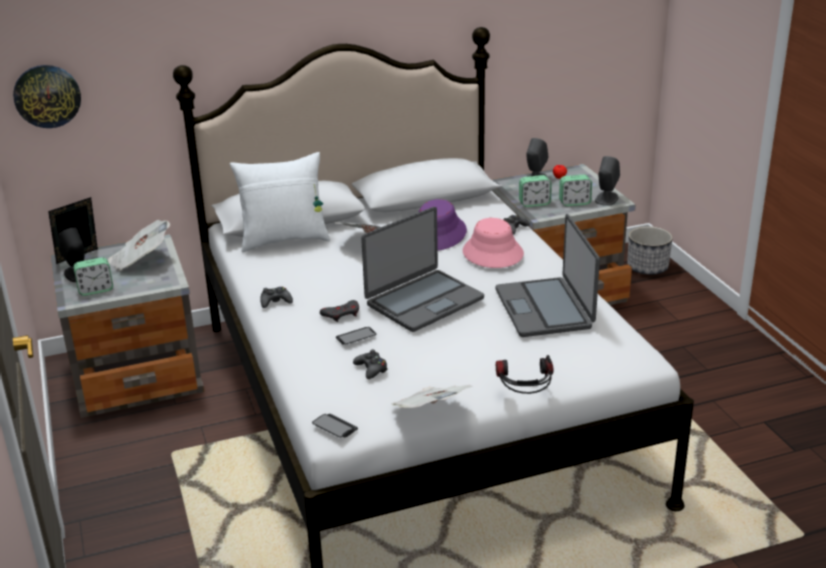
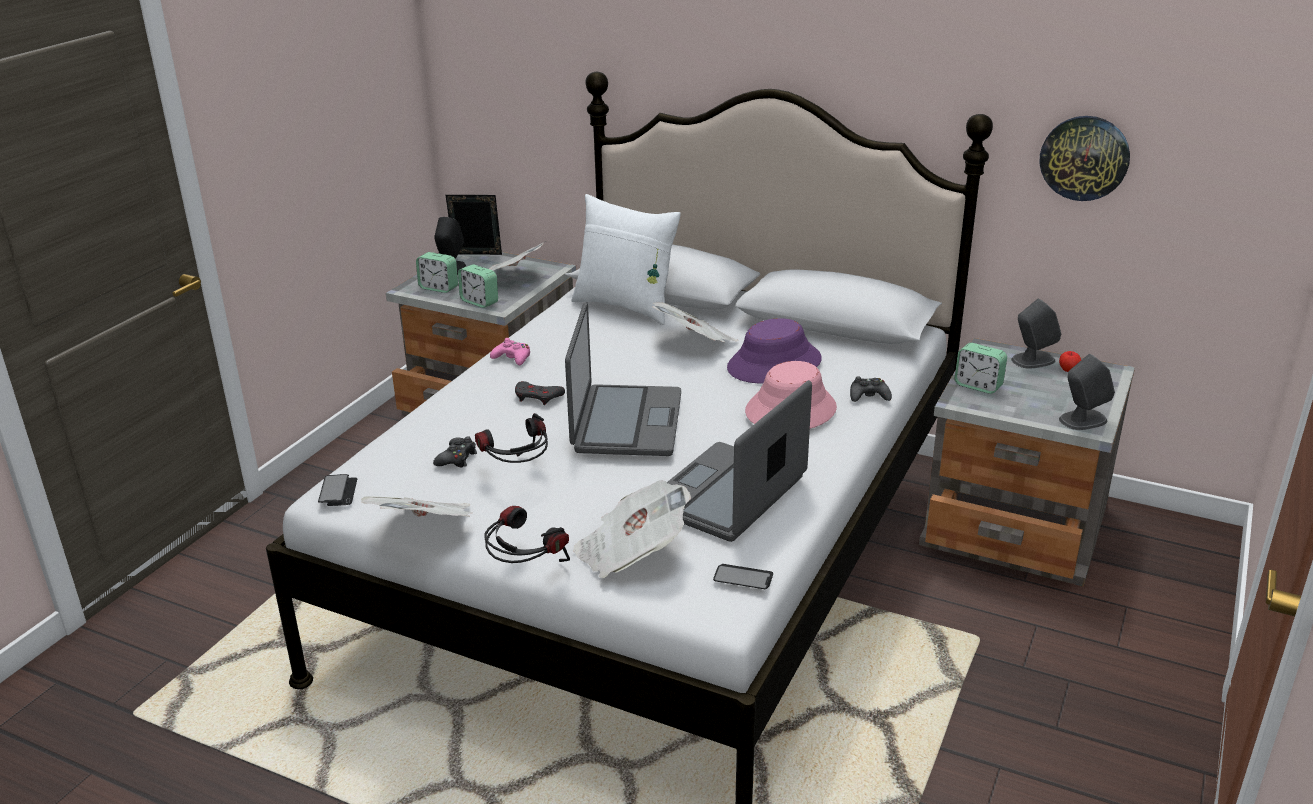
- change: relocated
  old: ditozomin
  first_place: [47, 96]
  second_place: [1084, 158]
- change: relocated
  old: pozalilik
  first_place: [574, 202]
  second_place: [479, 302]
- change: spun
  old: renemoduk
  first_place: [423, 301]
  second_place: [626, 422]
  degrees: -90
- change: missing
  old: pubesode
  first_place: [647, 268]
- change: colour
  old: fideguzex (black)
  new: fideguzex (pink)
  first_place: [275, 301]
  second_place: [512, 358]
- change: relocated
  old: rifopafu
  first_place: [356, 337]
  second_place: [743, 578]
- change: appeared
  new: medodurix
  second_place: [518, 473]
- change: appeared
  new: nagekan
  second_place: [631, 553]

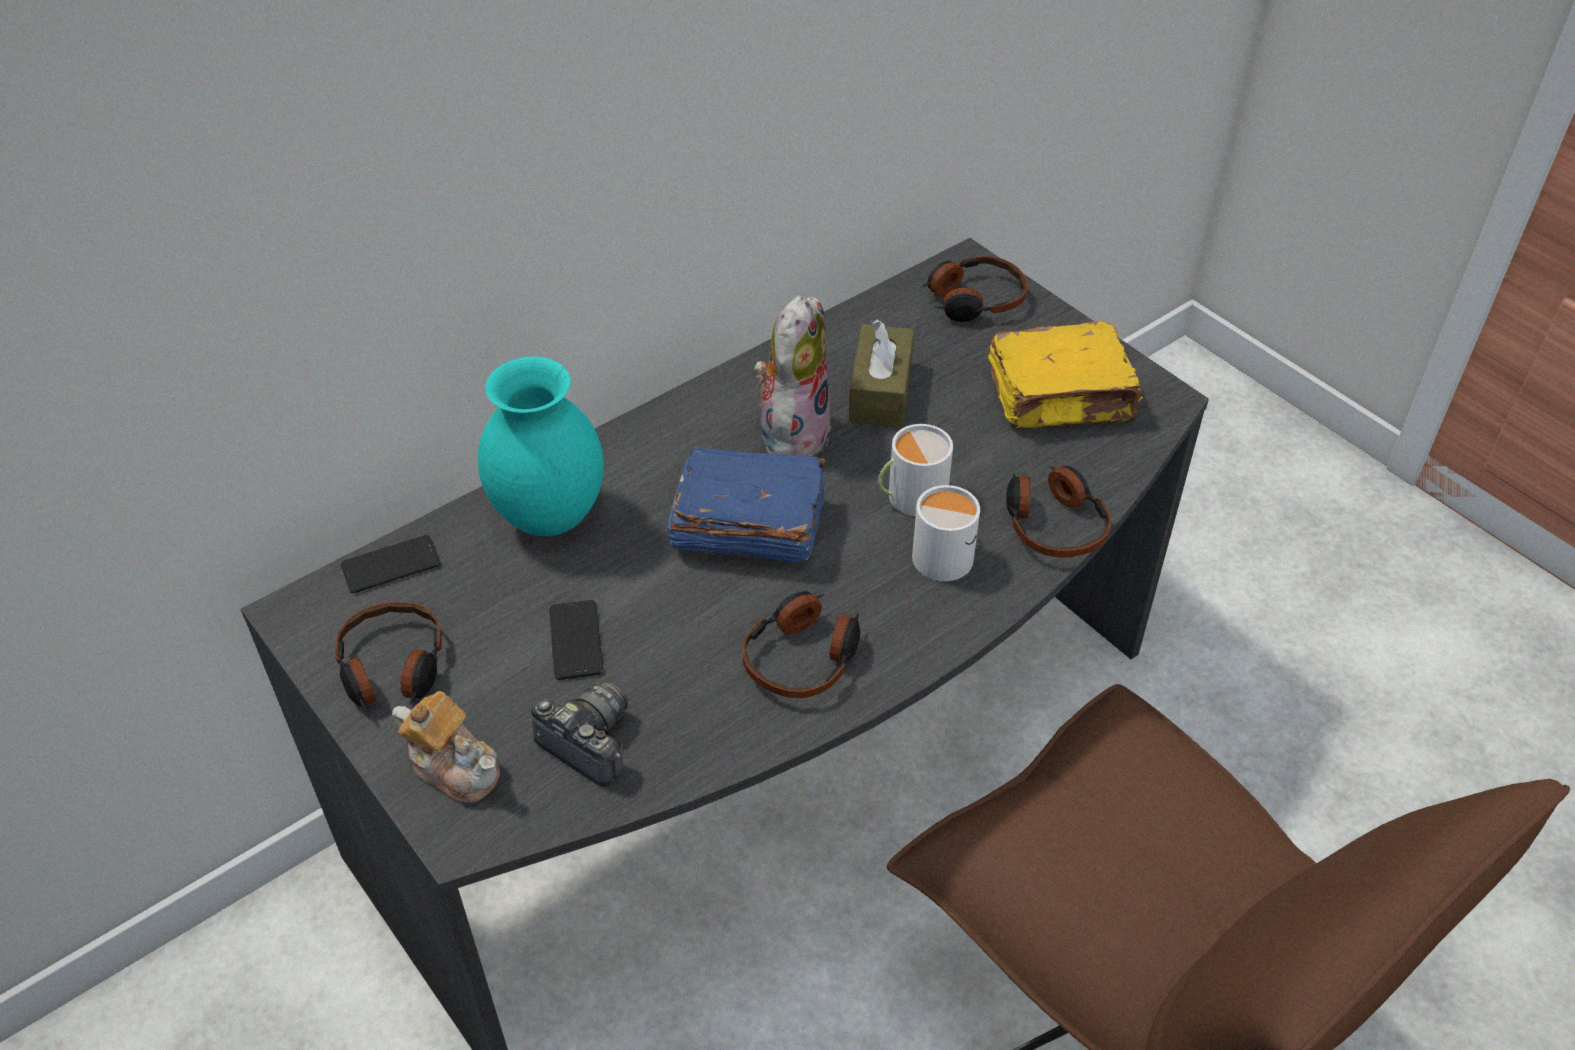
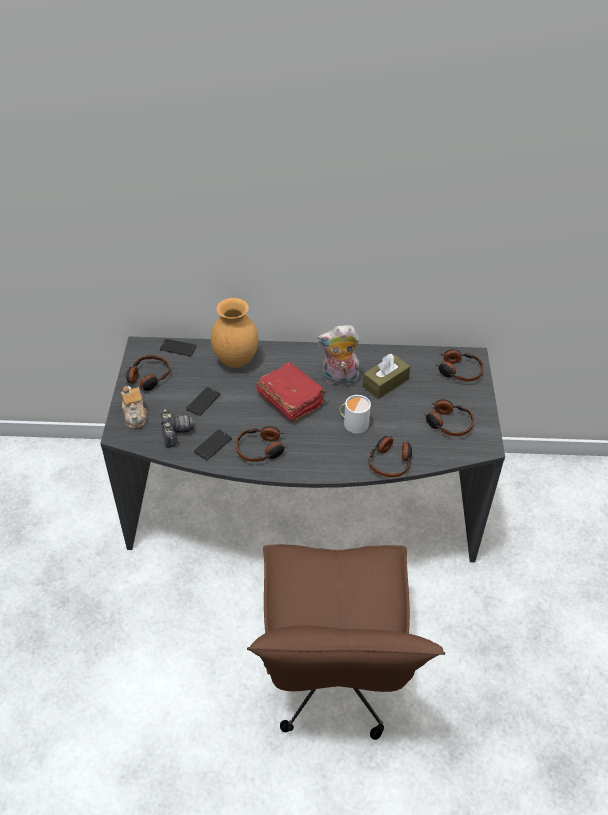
- change: spun
  old: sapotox
  first_place: [792, 433]
  second_place: [339, 379]
  degrees: -150
- change: exchanged
  old: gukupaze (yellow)
  new: medodurix
  first_place: [1062, 397]
  second_place: [448, 423]
- change: colour
  old: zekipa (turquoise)
  new: zekipa (brown)
  first_place: [549, 516]
  second_place: [236, 360]
- change: colour
  old: gukupaze (blue)
  new: gukupaze (red)
  first_place: [746, 525]
  second_place: [290, 399]
- change: missing
  old: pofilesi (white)
  first_place: [945, 553]
- change: appeared
  new: rifopafu
  second_place: [213, 445]

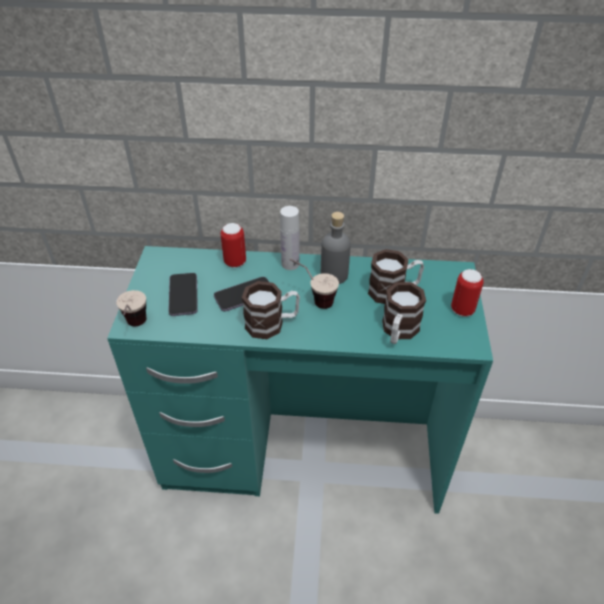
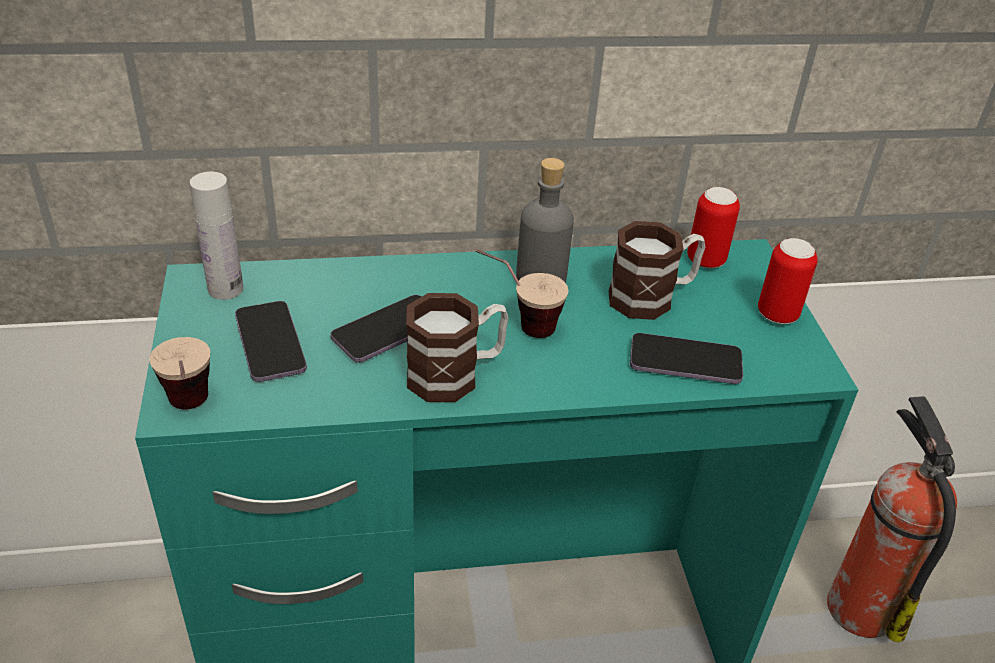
- change: relocated
  old: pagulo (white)
  first_place: [290, 264]
  second_place: [225, 289]
- change: relocated
  old: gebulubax
  first_place: [235, 262]
  second_place: [705, 260]
- change: exchanged
  old: pofilesi
  new: rifopafu
  first_place: [398, 331]
  second_place: [685, 362]
- change: appeared
  new: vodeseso
  second_place: [858, 605]

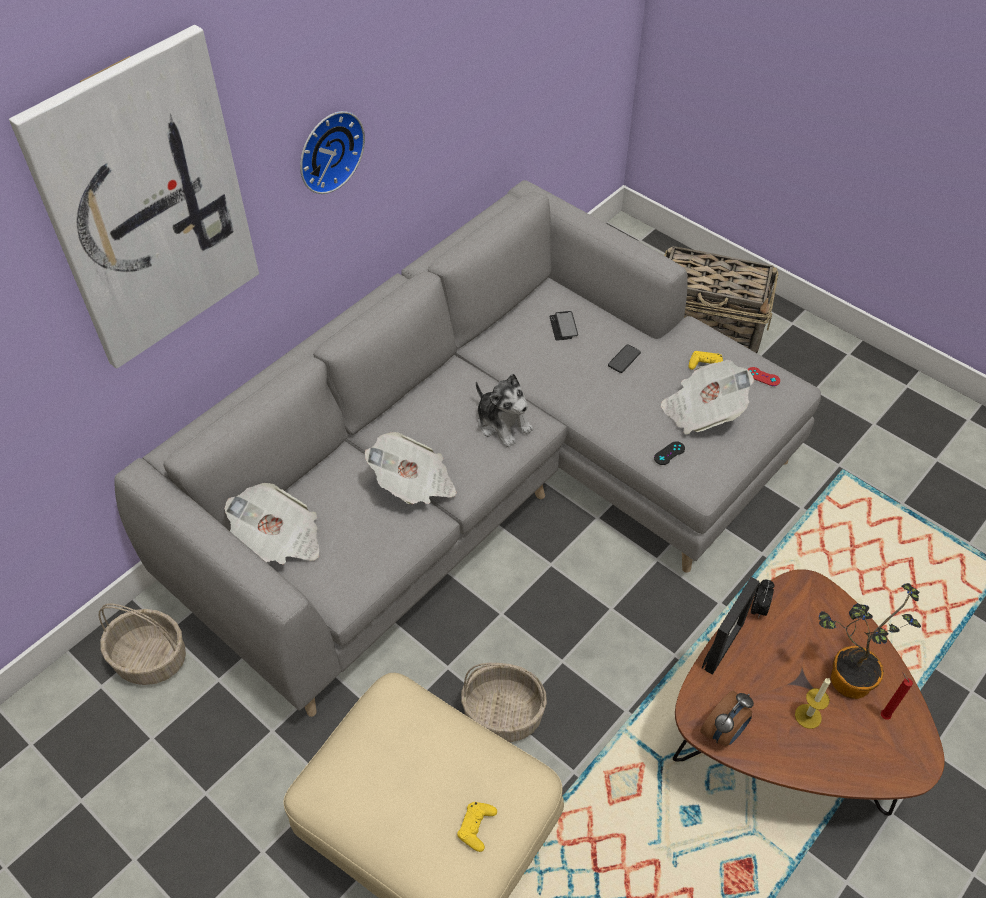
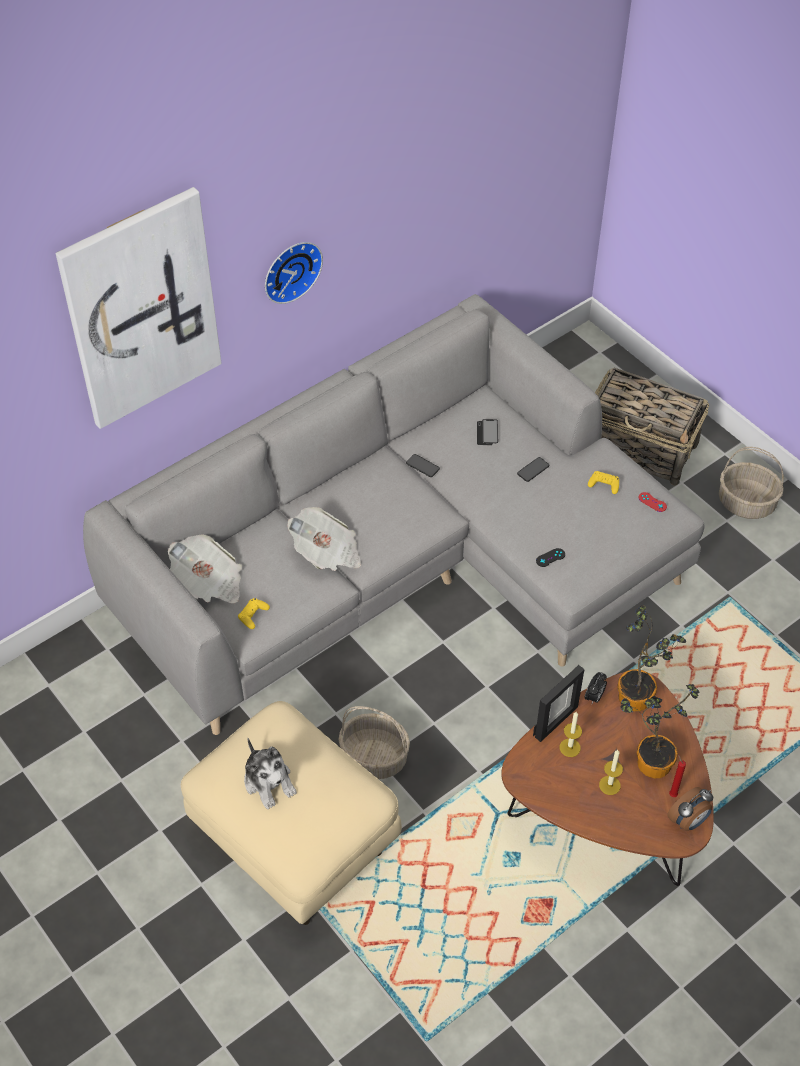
- change: missing
  old: nagekan
  first_place: [702, 411]
- change: relocated
  old: sapotox
  first_place: [503, 423]
  second_place: [269, 781]
- change: relocated
  old: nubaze
  first_place: [152, 658]
  second_place: [747, 503]
- change: relocated
  old: pozalilik
  first_place: [724, 732]
  second_place: [688, 821]
- change: relocated
  old: fideguzex (yellow)
  first_place: [476, 827]
  second_place: [253, 615]
- change: appeared
  new: rifopafu
  second_place: [422, 466]
- change: appeared
  new: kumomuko
  second_place: [639, 696]
- change: appeared
  new: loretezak
  second_place: [570, 747]

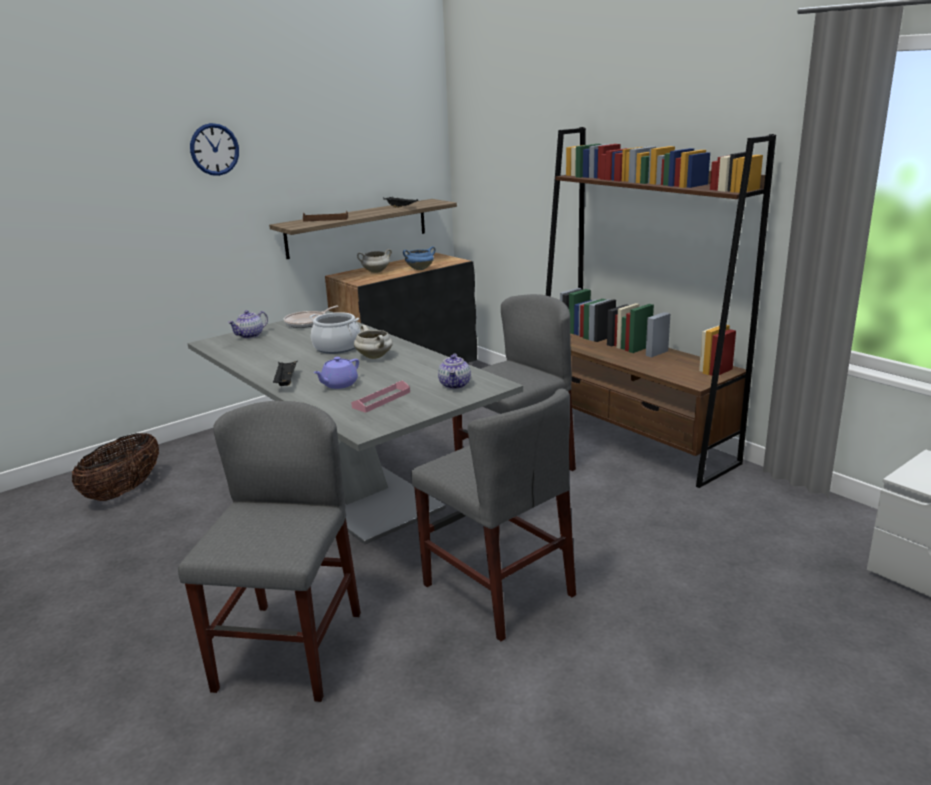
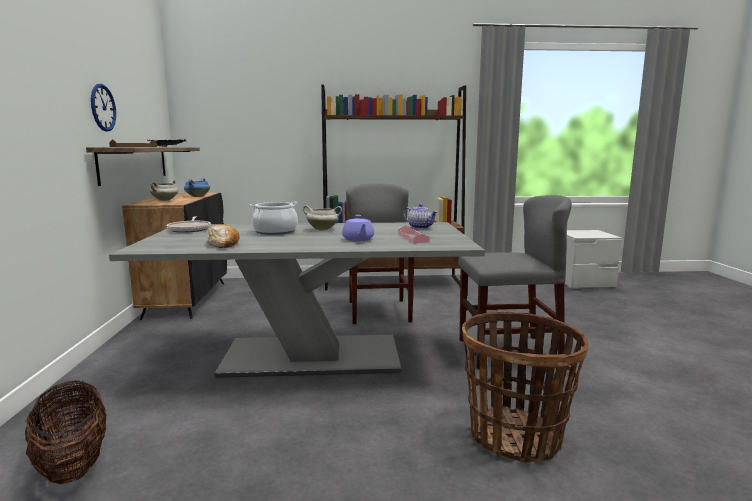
- change: relocated
  old: ditozomin
  first_place: [214, 149]
  second_place: [103, 107]
- change: missing
  old: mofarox
  first_place: [250, 335]
- change: missing
  old: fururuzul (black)
  first_place: [286, 381]
- change: exchanged
  old: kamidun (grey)
  new: nubaze
  first_place: [289, 650]
  second_place: [515, 437]
- change: appeared
  new: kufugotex
  second_place: [223, 244]

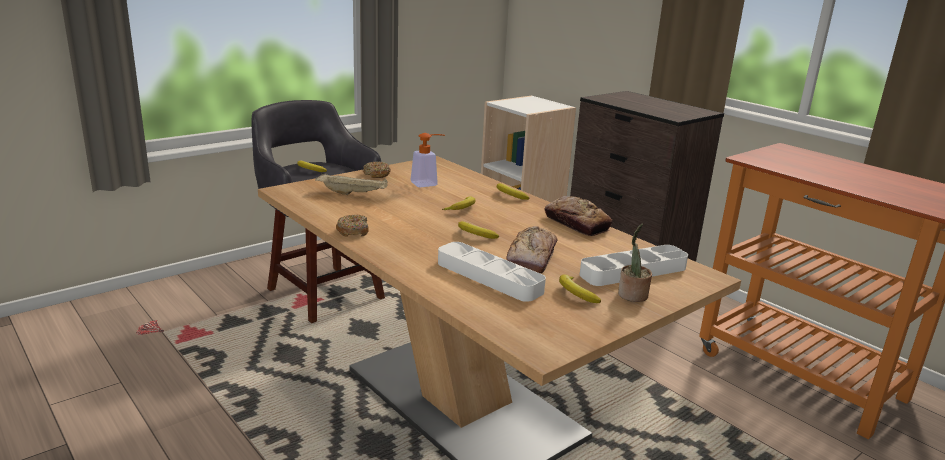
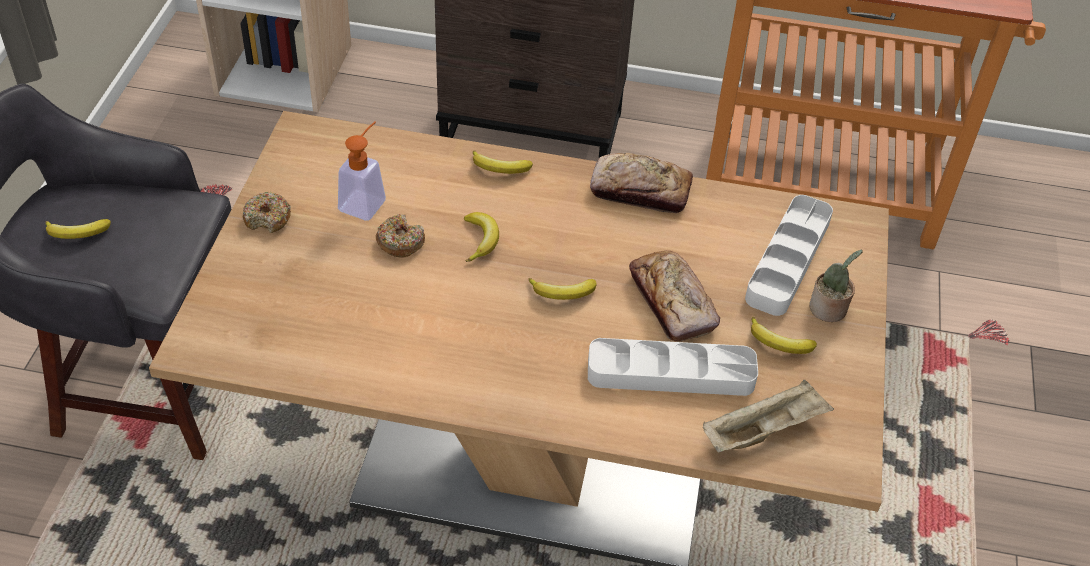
- change: relocated
  old: fururuzul (beige)
  first_place: [353, 193]
  second_place: [764, 430]
- change: relocated
  old: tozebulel
  first_place: [353, 231]
  second_place: [400, 242]

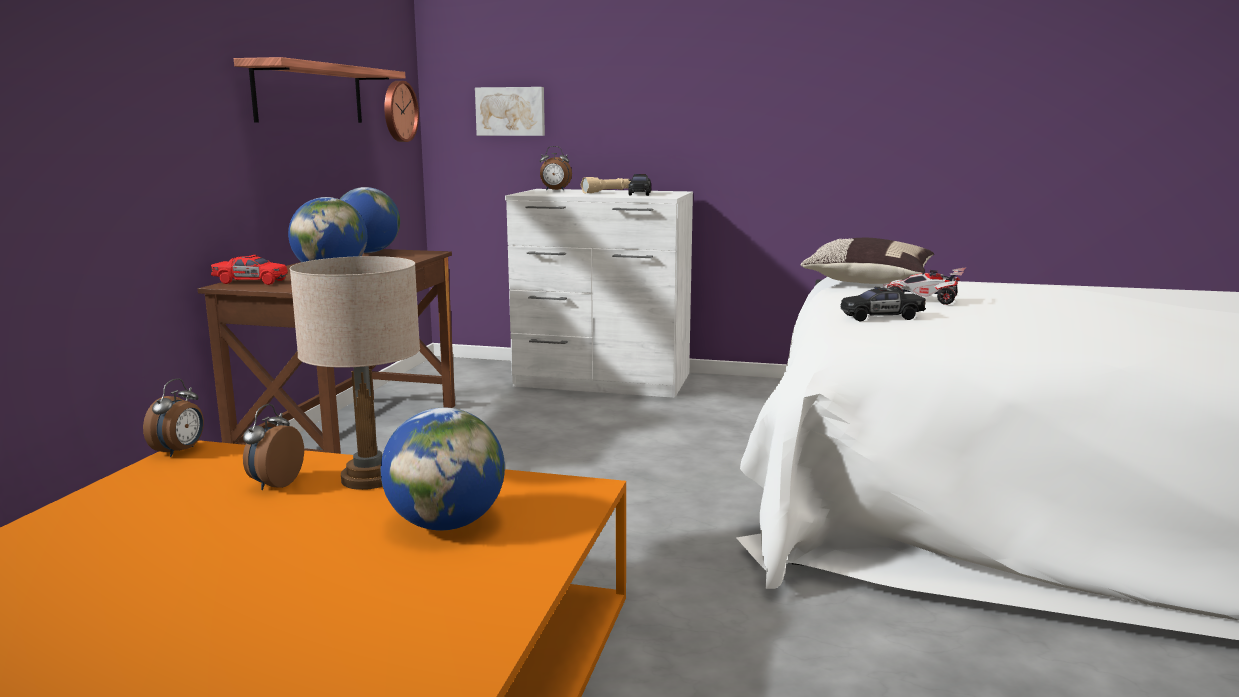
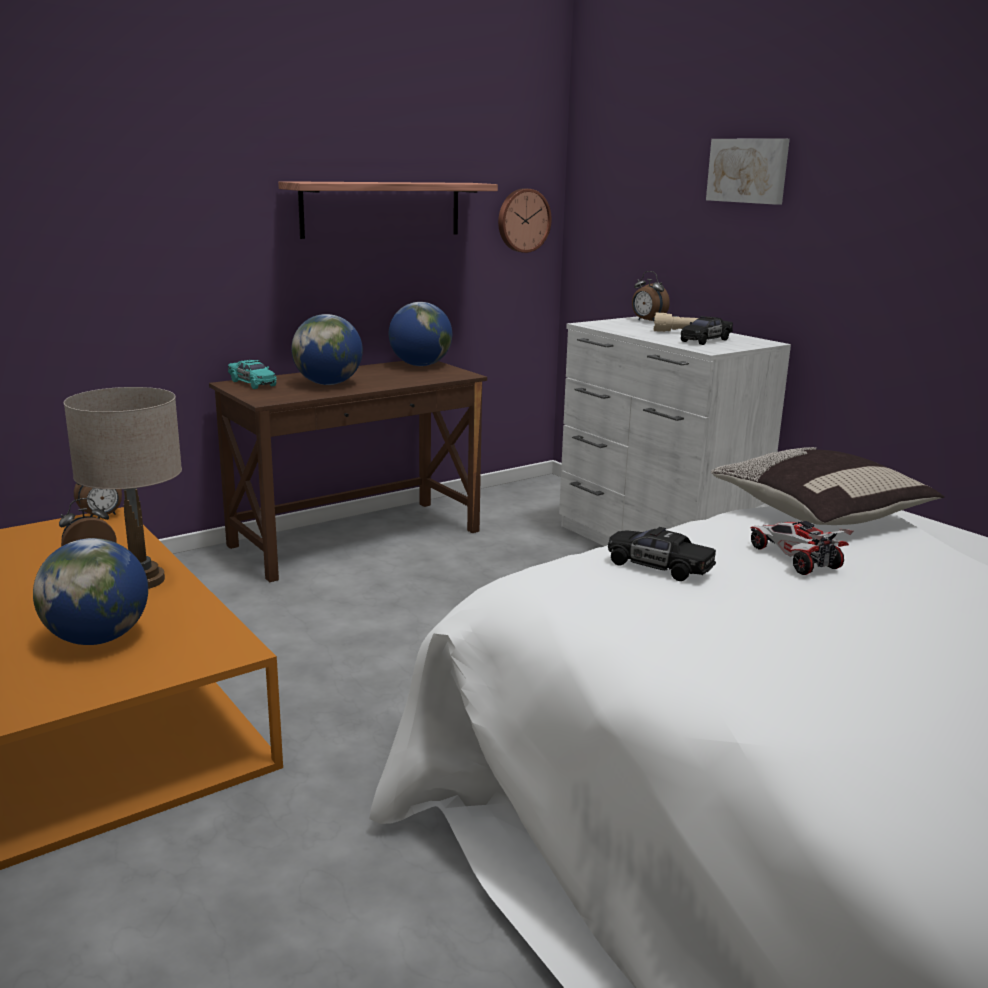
- change: relocated
  old: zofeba
  first_place: [511, 111]
  second_place: [748, 170]
- change: colour
  old: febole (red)
  new: febole (turquoise)
  first_place: [251, 282]
  second_place: [252, 383]

